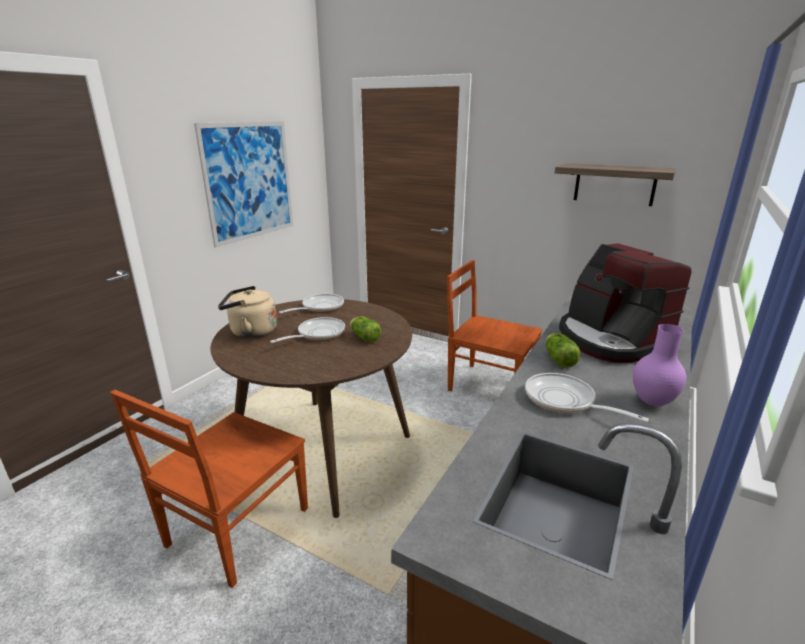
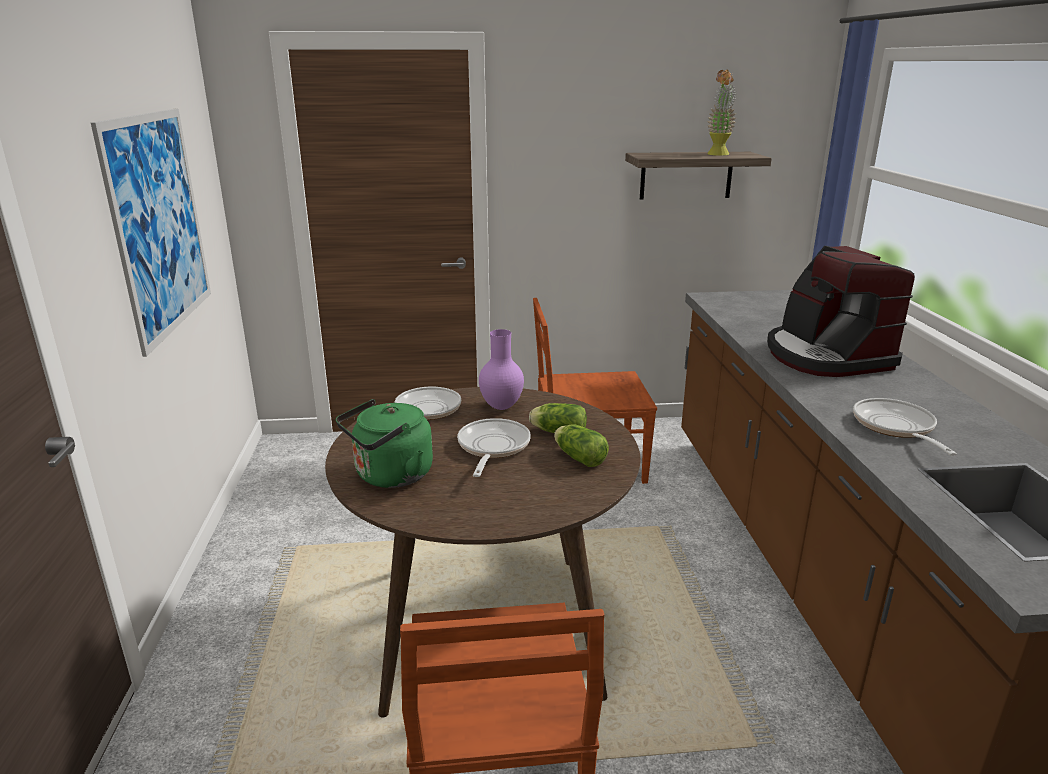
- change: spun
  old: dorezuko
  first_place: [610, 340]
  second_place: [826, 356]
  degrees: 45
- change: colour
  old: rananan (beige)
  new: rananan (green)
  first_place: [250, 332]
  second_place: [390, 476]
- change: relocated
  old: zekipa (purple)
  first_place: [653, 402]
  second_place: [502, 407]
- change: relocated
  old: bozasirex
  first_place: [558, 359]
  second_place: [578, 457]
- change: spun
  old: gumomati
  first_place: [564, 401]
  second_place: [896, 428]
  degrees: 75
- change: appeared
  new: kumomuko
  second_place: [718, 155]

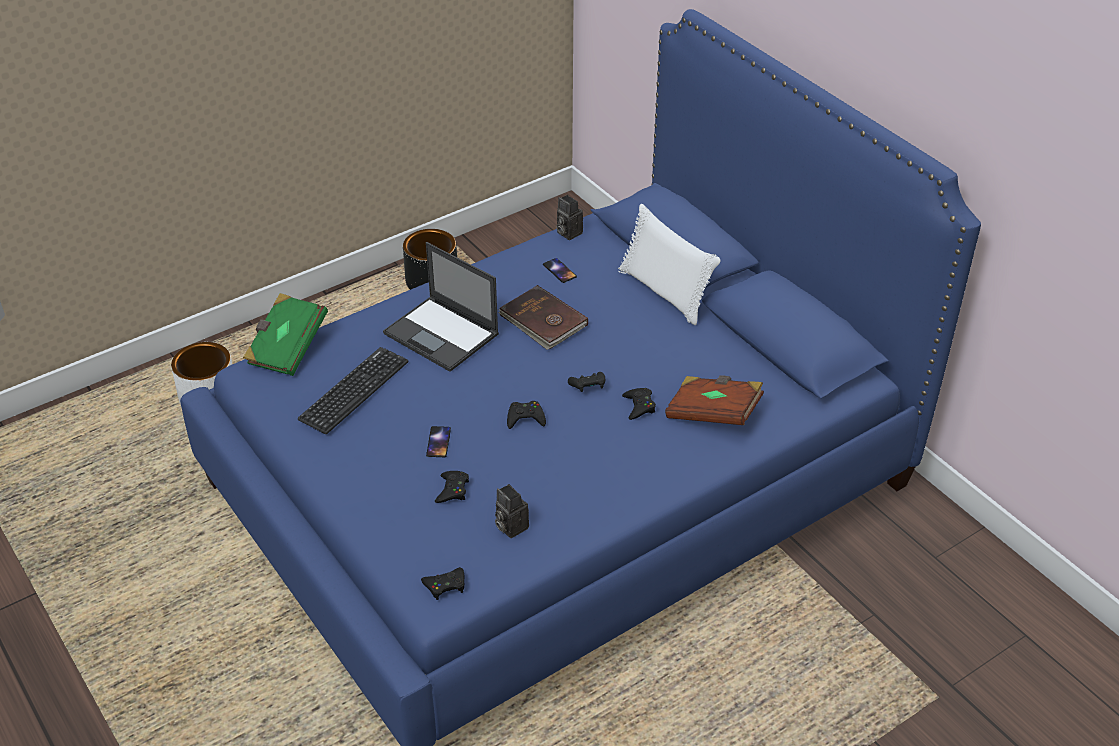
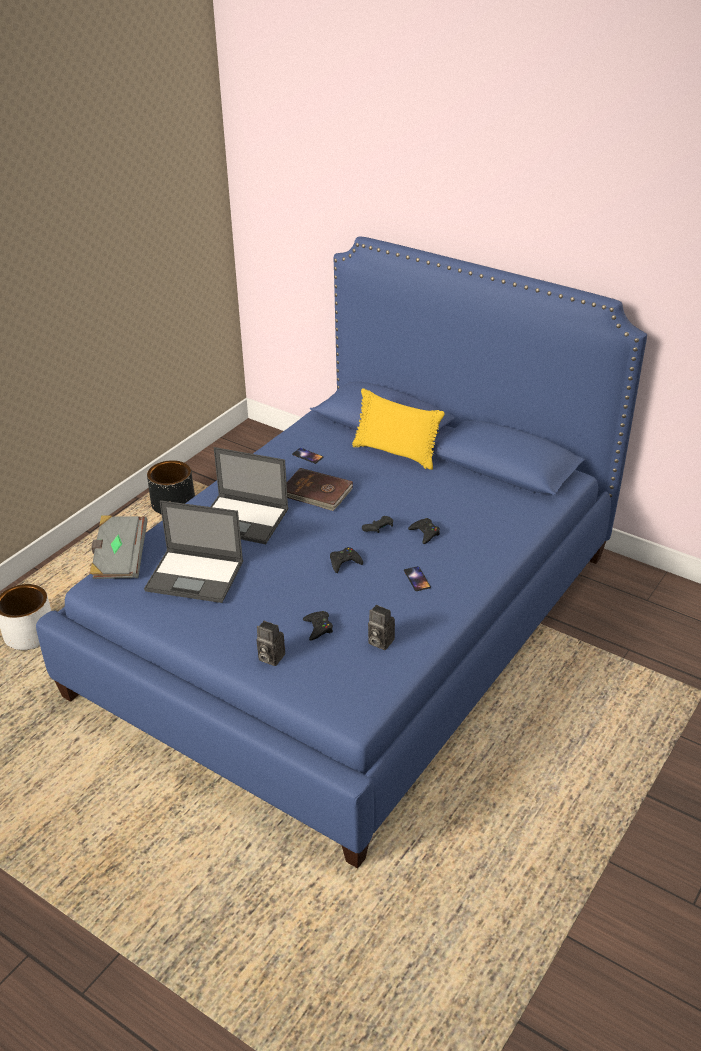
- change: relocated
  old: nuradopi
  first_place: [567, 232]
  second_place: [269, 657]
- change: colour
  old: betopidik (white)
  new: betopidik (yellow)
  first_place: [665, 292]
  second_place: [396, 453]
- change: colour
  old: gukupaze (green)
  new: gukupaze (grey)
  first_place: [287, 348]
  second_place: [120, 559]
- change: exchanged
  old: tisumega
  new: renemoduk
  first_place: [354, 390]
  second_place: [196, 576]
- change: missing
  old: gukupaze (brown)
  first_place: [713, 413]
- change: relocated
  old: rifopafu
  first_place: [438, 442]
  second_place: [417, 579]
- change: missing
  old: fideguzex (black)
  first_place: [445, 585]

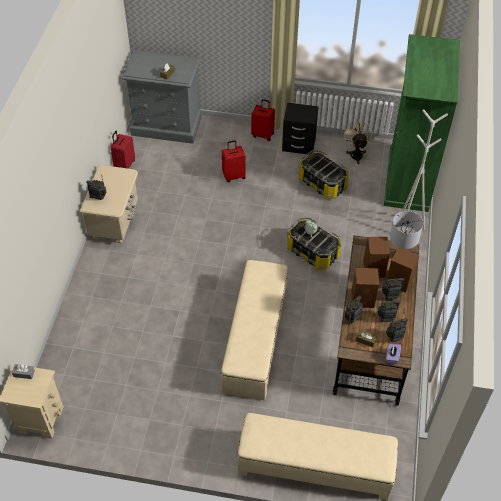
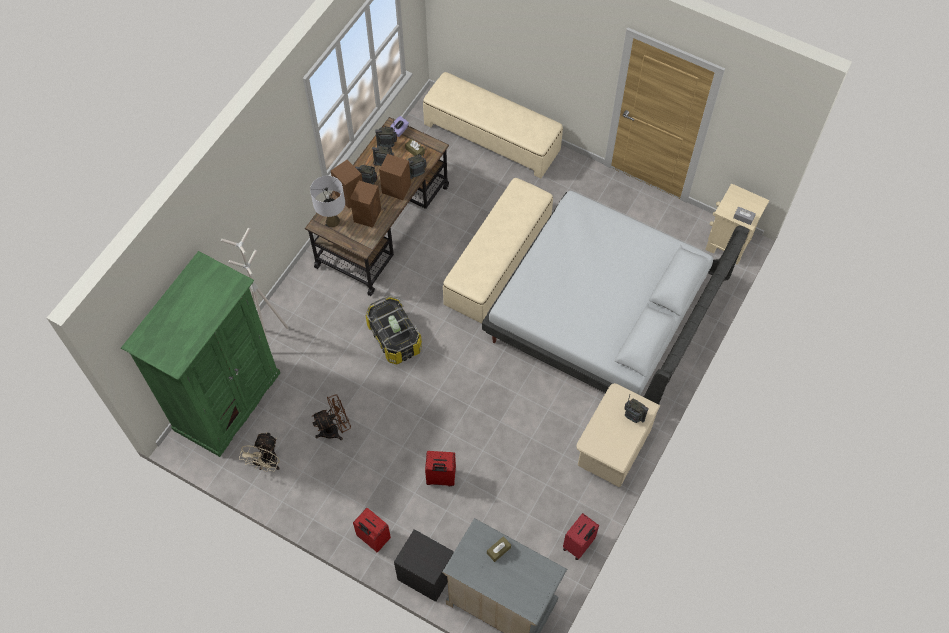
- change: relocated
  old: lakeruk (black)
  first_place: [298, 145]
  second_place: [426, 575]
- change: exchanged
  old: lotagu
  new: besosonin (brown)
  first_place: [322, 183]
  second_place: [334, 429]
- change: appeared
  new: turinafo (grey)
  second_place: [606, 313]

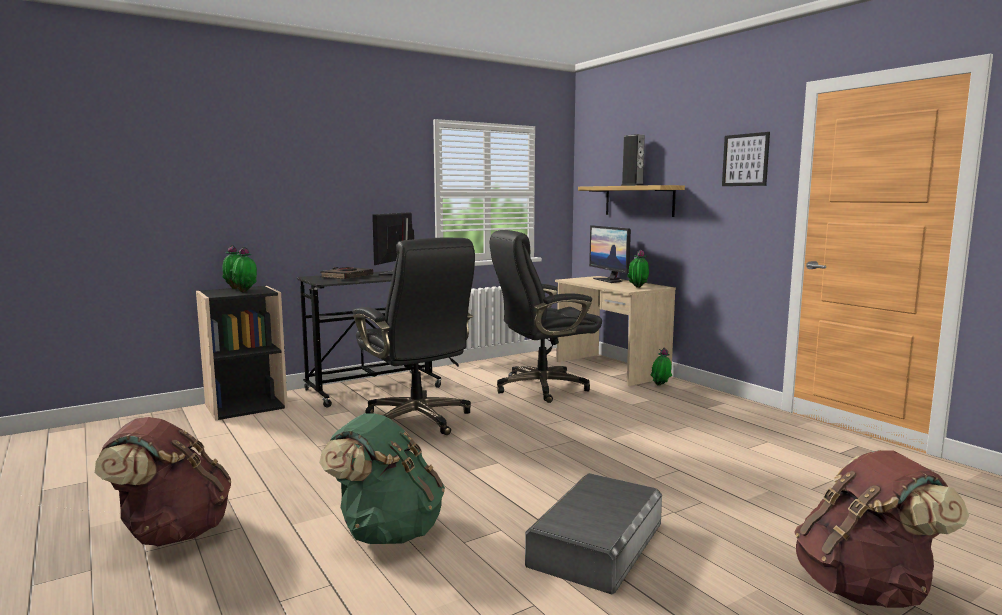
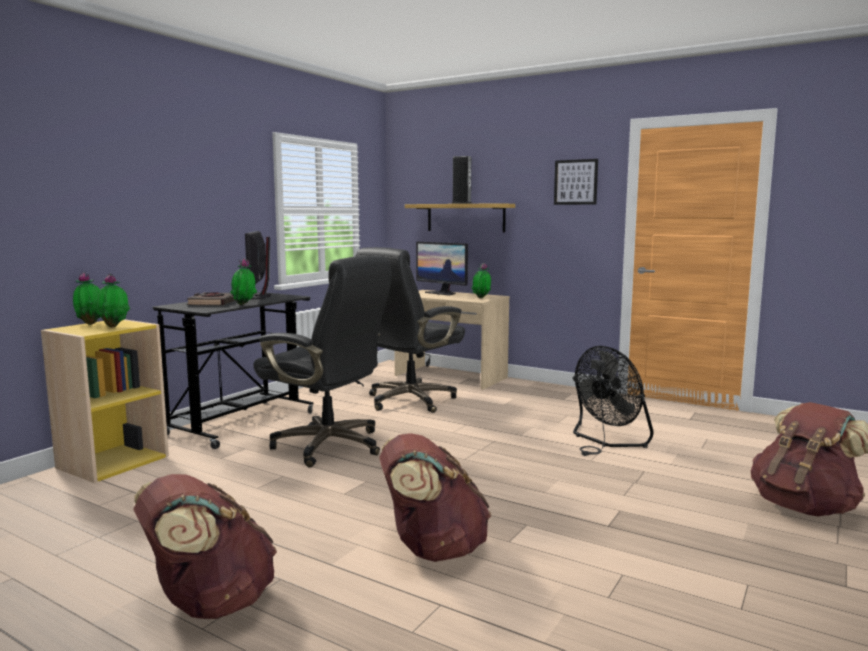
- change: colour
  old: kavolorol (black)
  new: kavolorol (yellow)
  first_place: [246, 405]
  second_place: [113, 461]
- change: relocated
  old: kumomuko
  first_place: [660, 386]
  second_place: [244, 305]
- change: colour
  old: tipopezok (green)
  new: tipopezok (brown)
  first_place: [387, 532]
  second_place: [432, 549]
- change: missing
  old: lotagu (grey)
  first_place: [596, 543]
- change: appeared
  new: besosonin (black)
  second_place: [601, 439]

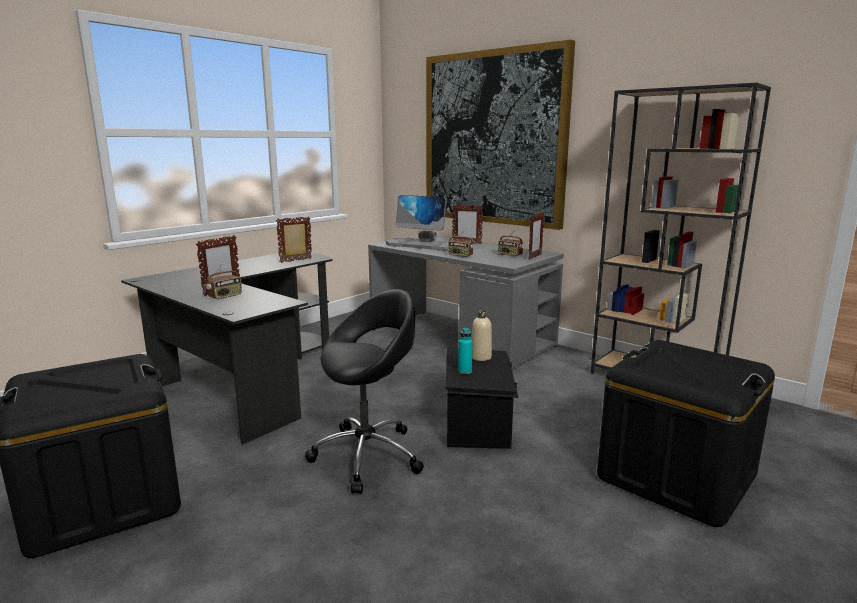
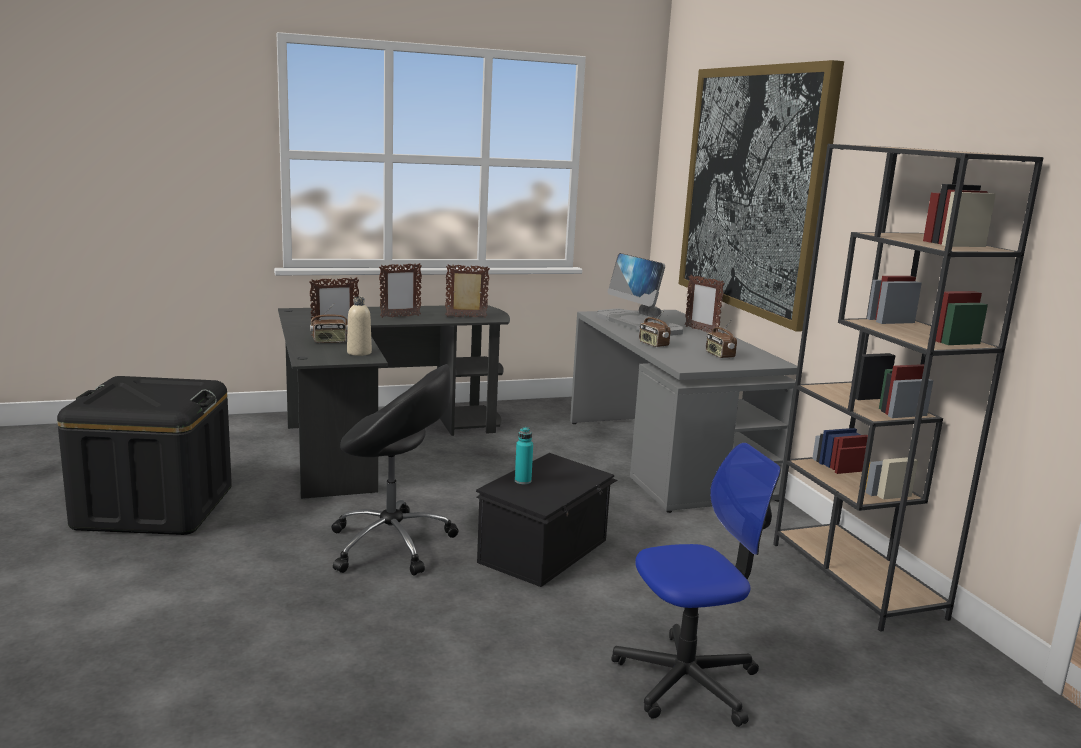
- change: relocated
  old: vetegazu
  first_place: [534, 257]
  second_place: [400, 316]
- change: relocated
  old: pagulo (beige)
  first_place: [481, 357]
  second_place: [359, 353]
- change: exchanged
  old: lotagu (black)
  new: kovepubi
  first_place: [676, 477]
  second_place: [687, 681]

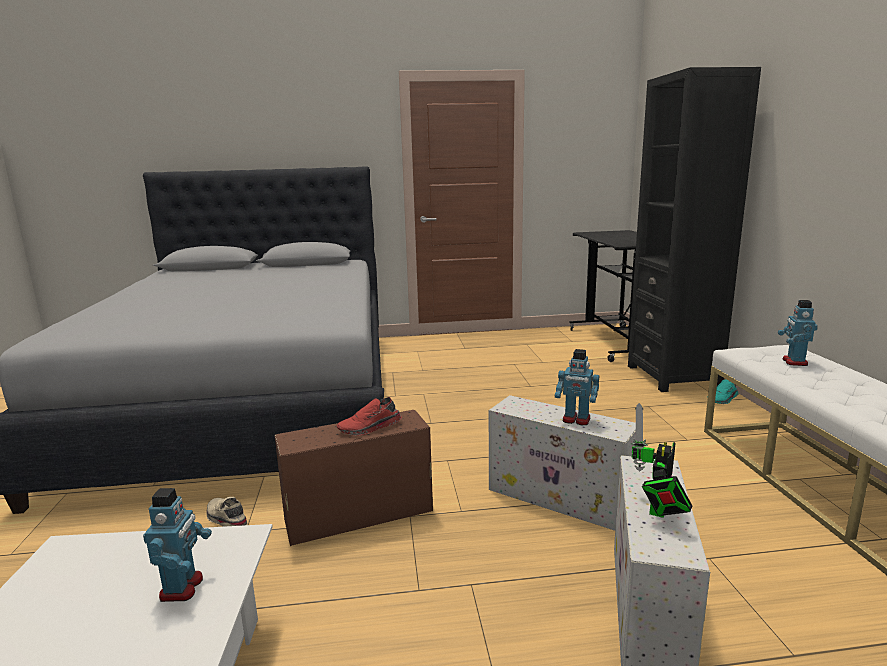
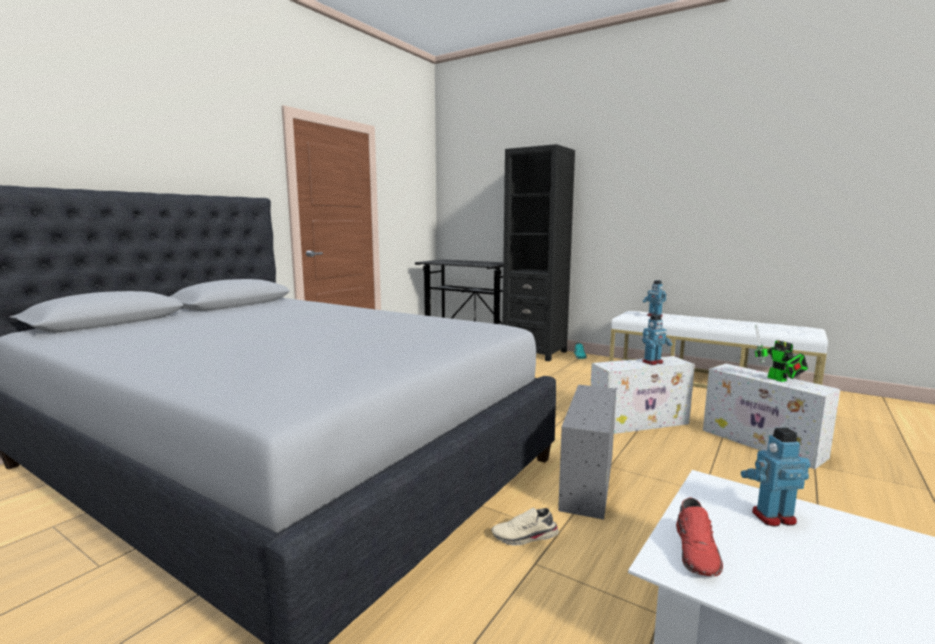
- change: relocated
  old: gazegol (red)
  first_place: [370, 428]
  second_place: [697, 551]
- change: colour
  old: lotagu (brown)
  new: lotagu (grey)
  first_place: [356, 515]
  second_place: [587, 482]
- change: spun
  old: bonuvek
  first_place: [183, 588]
  second_place: [772, 517]
  degrees: -45

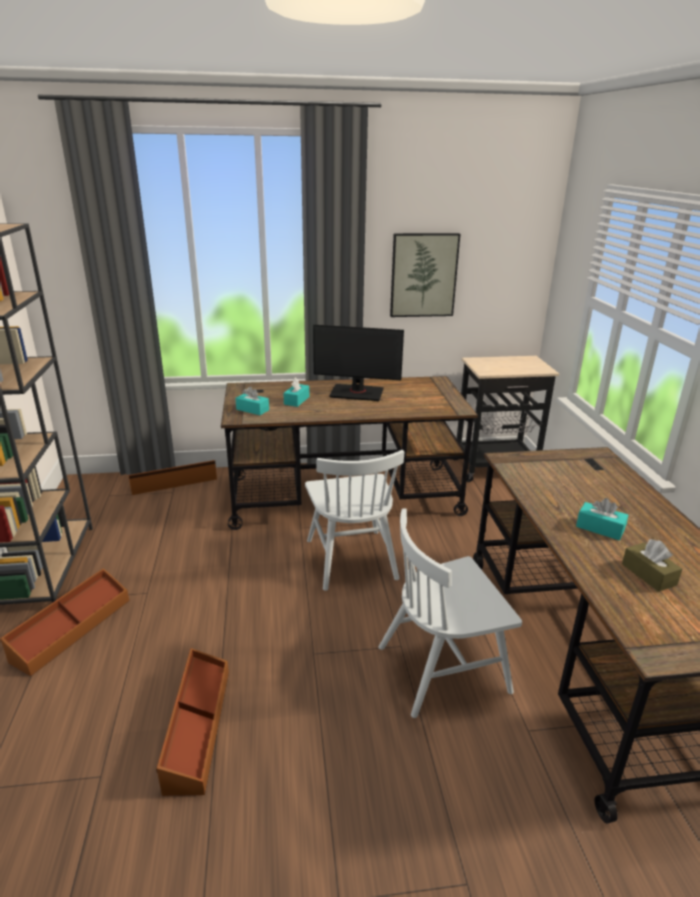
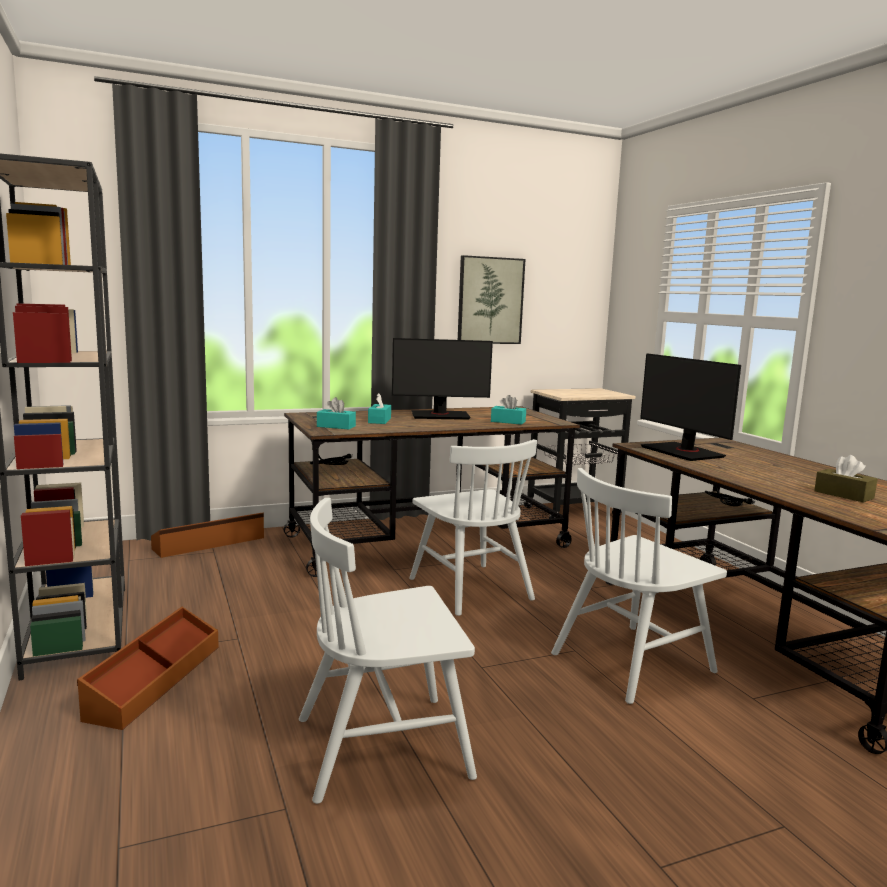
- change: relocated
  old: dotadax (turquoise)
  first_place: [600, 528]
  second_place: [508, 421]
- change: exchanged
  old: lotagu (brown)
  new: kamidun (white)
  first_place: [196, 727]
  second_place: [383, 746]
- change: appeared
  new: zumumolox
  second_place: [683, 452]

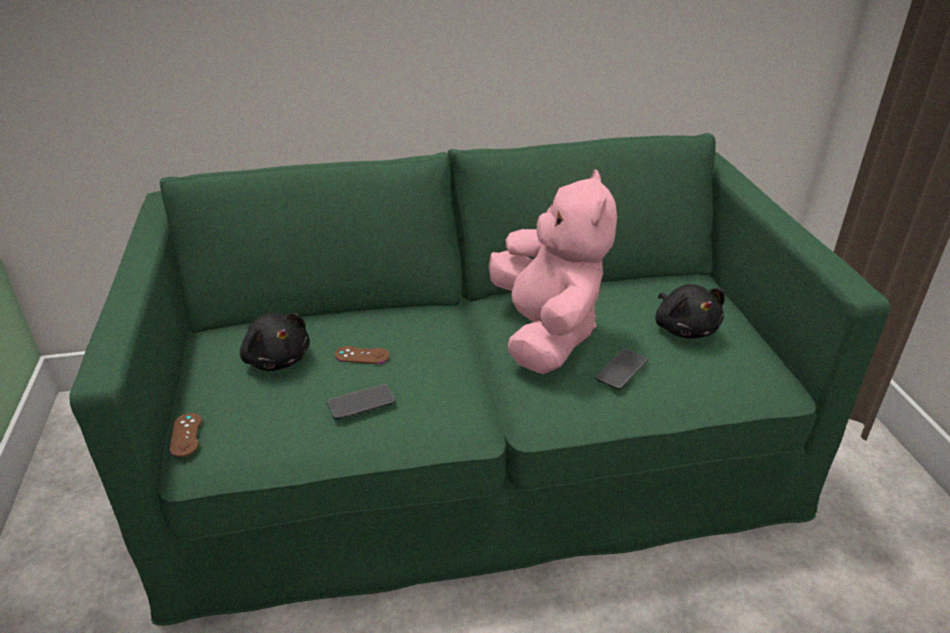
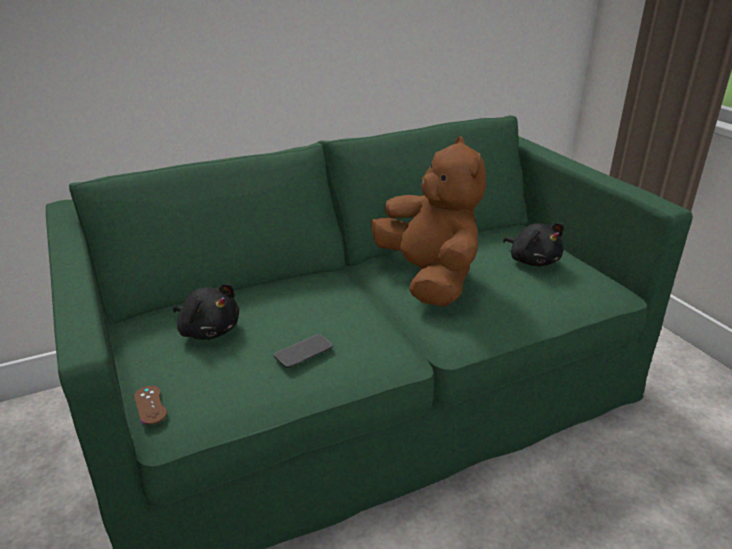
- change: colour
  old: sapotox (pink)
  new: sapotox (brown)
  first_place: [545, 333]
  second_place: [429, 279]
- change: missing
  old: fideguzex (brown)
  first_place: [362, 355]
- change: missing
  old: rifopafu
  first_place: [621, 370]

